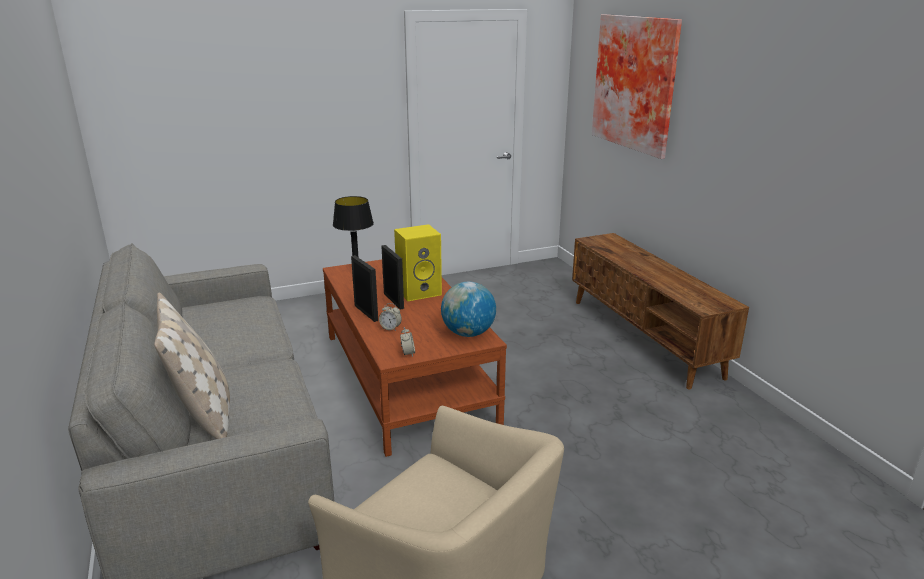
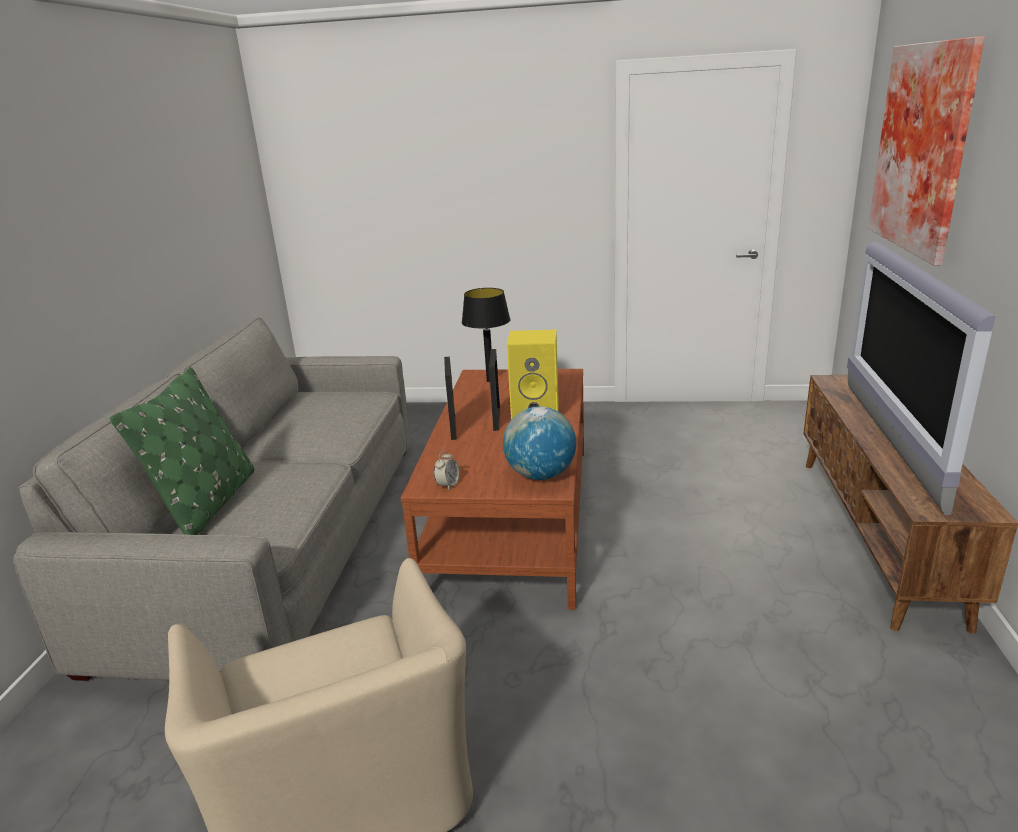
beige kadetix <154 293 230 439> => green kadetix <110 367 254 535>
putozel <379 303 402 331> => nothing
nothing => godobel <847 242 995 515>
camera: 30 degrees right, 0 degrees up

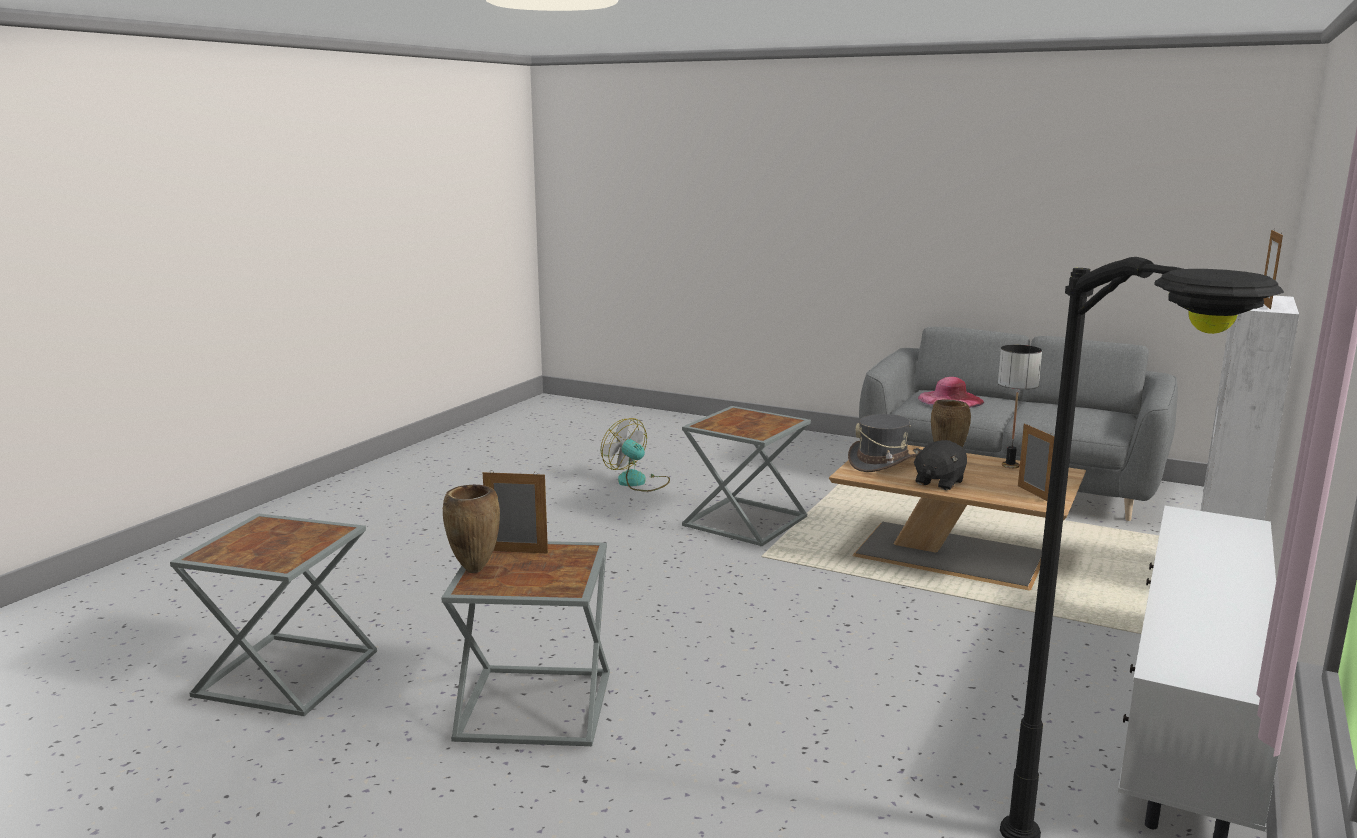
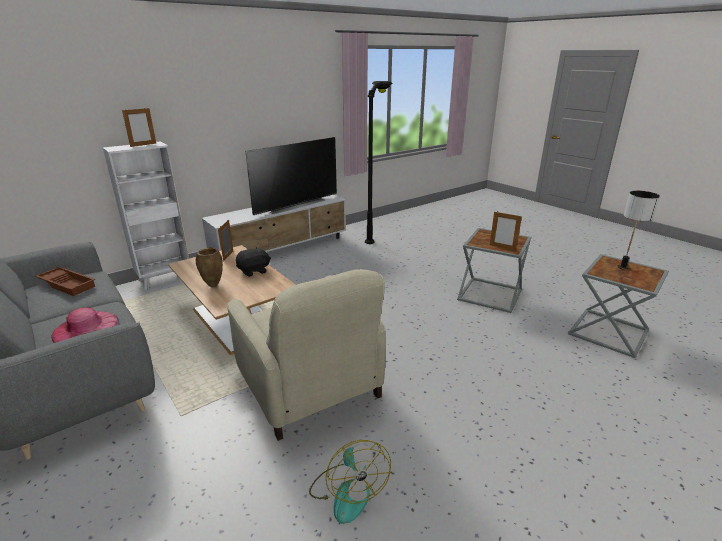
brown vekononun <443 485 500 573> => nothing
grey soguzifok <682 406 811 546> => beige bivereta <227 269 386 441>
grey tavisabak <848 414 916 472> => nothing
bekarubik <998 345 1042 468> => bekarubik <617 191 660 270>, moved
nothing => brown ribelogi <35 267 95 296>
nothing => godobel <245 137 337 215>
camera: 155 degrees left, 10 degrees up

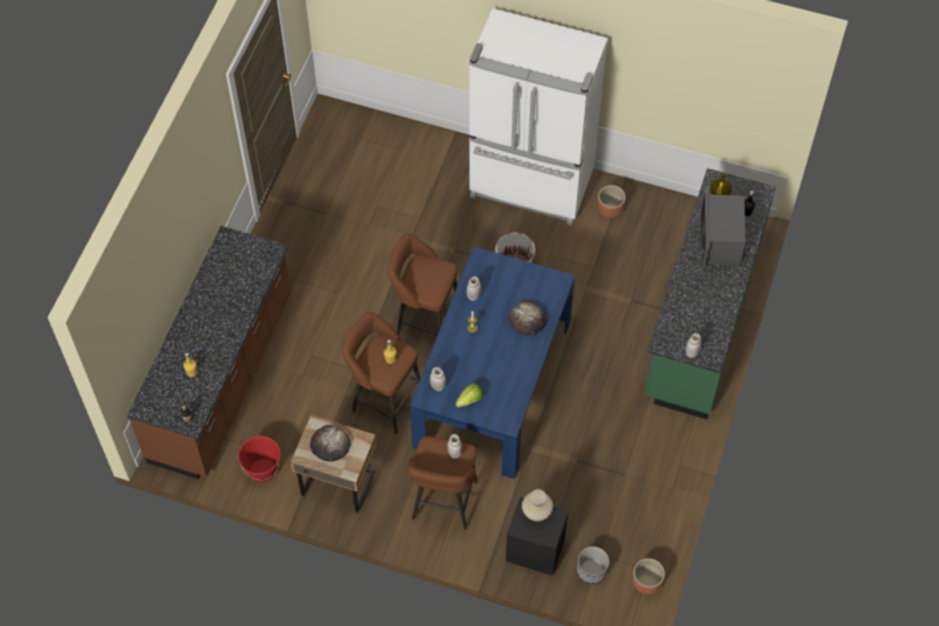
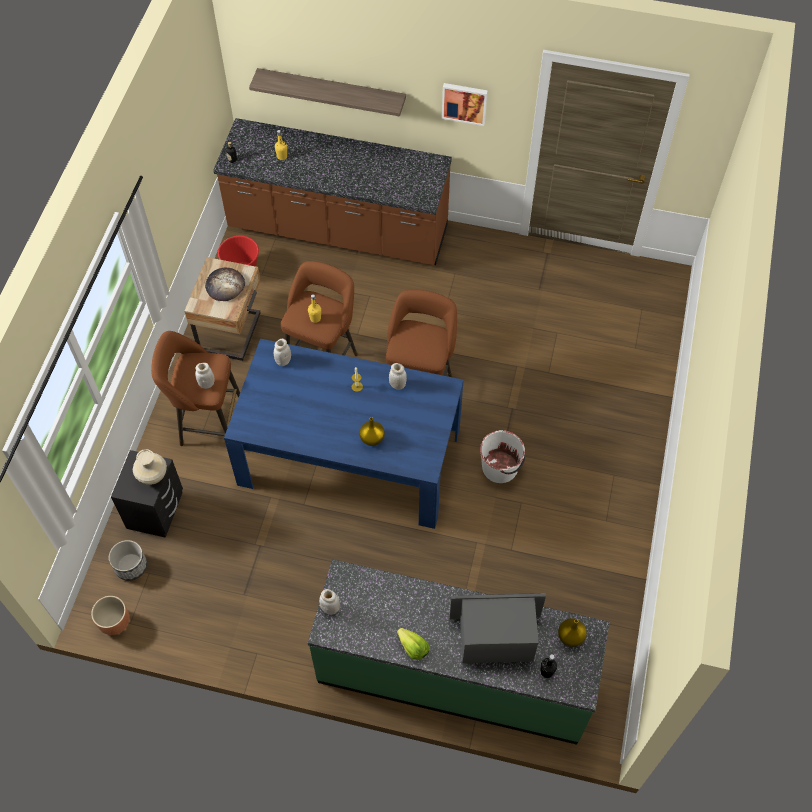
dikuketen <455 383 483 408> => dikuketen <397 628 430 660>, moved
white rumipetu <469 8 608 226> => nothing
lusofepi <509 301 548 336> => yellow vekononun <359 417 385 446>
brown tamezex <598 185 626 218> => nothing
nothing => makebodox <249 68 406 117>
nothing => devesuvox <442 83 488 126>
camera: 85 degrees right, 0 degrees up

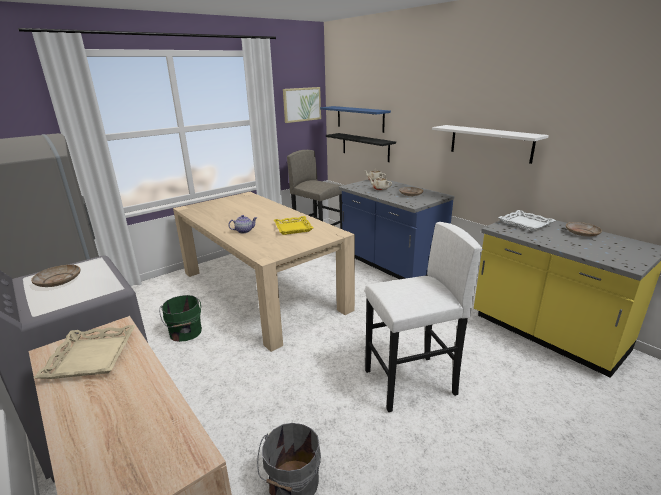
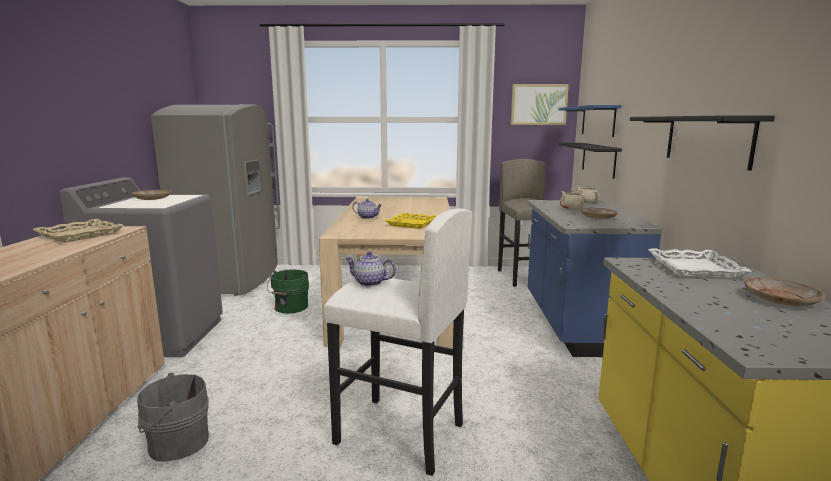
white makebodox <432 125 549 164> => black makebodox <630 116 775 171>
nothing => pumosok <345 252 396 287>
camera: 40 degrees right, 10 degrees down

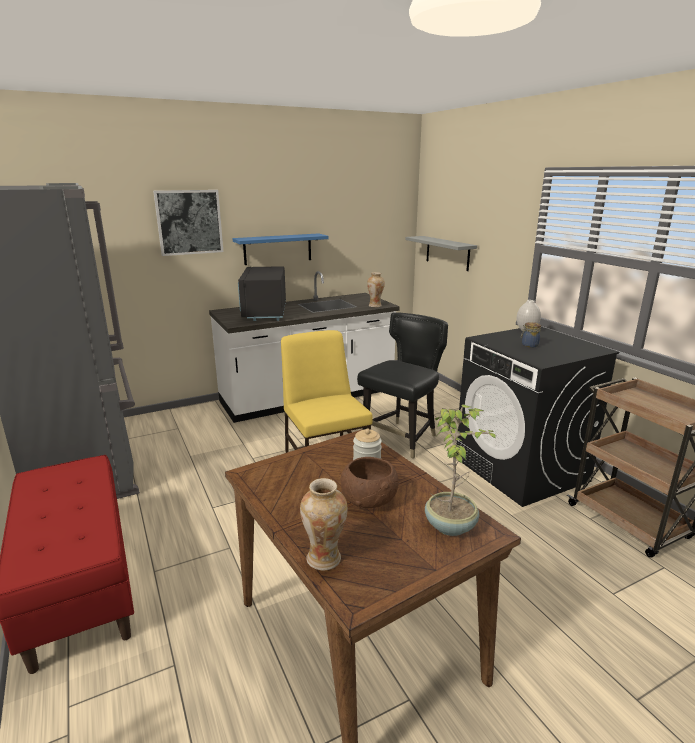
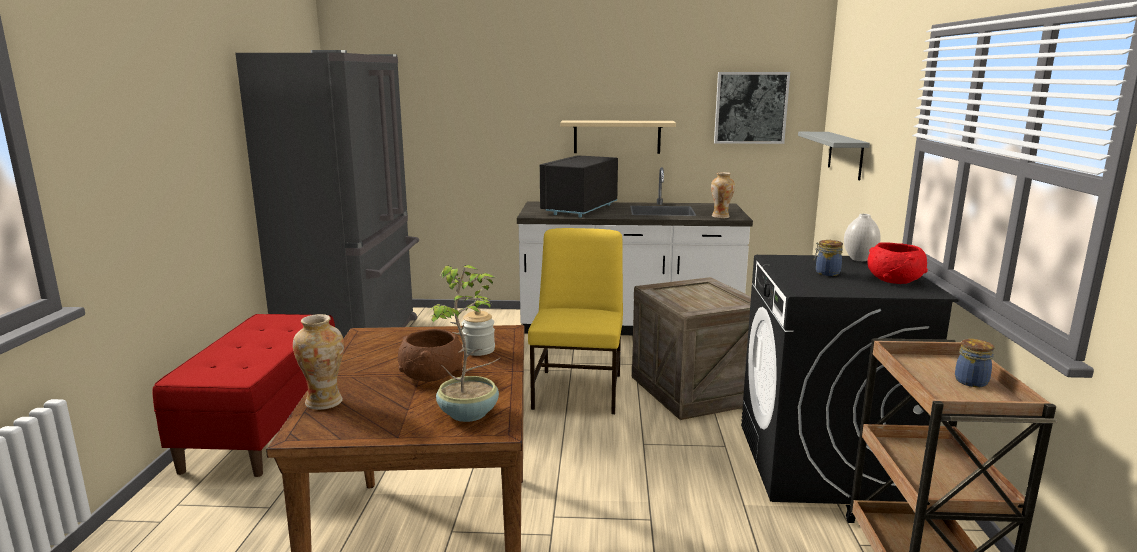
devesuvox <153 190 223 256> => devesuvox <714 72 790 144>, moved
blue makebodox <232 233 329 265> => beige makebodox <560 120 676 154>
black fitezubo <357 313 448 459> => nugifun <632 277 751 420>
nothing => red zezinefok <867 242 928 284>
nothing => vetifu <955 339 994 387>
camera: 30 degrees right, 5 degrees down

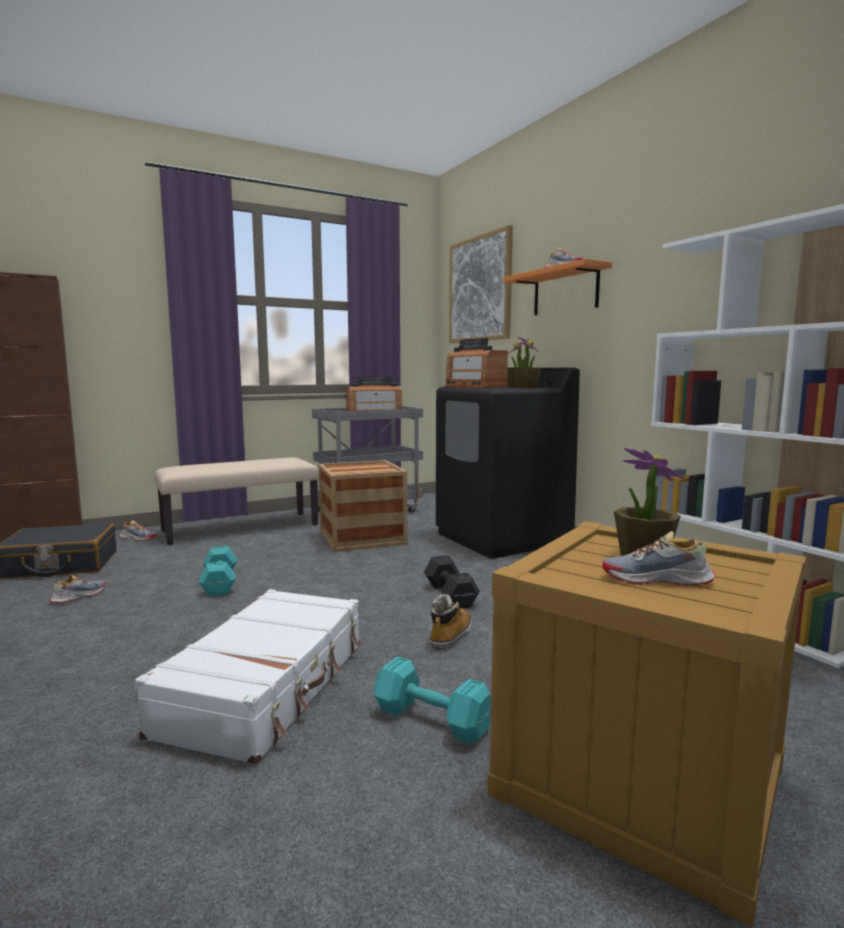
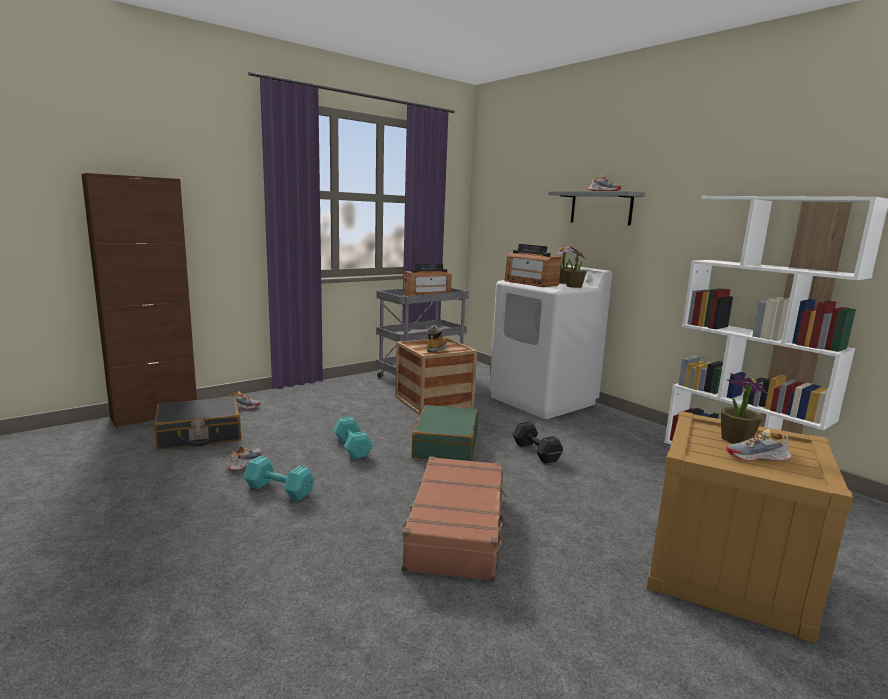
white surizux <135 589 361 765> => brown surizux <402 456 507 582>
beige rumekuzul <155 457 319 545> => nothing
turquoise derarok <373 657 491 744> => turquoise derarok <244 456 314 501>, moved
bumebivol <430 594 472 649> => bumebivol <427 325 447 352>, moved
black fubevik <436 367 580 559> => white fubevik <489 264 612 419>
devesuvox <449 225 513 343> => nothing
orange makebodox <502 259 612 315> => grey makebodox <548 191 645 226>
nothing => green surizux <412 405 478 461>
camera: 10 degrees left, 5 degrees up

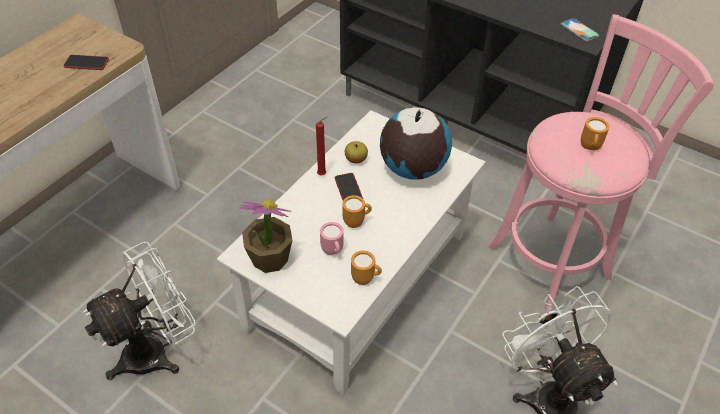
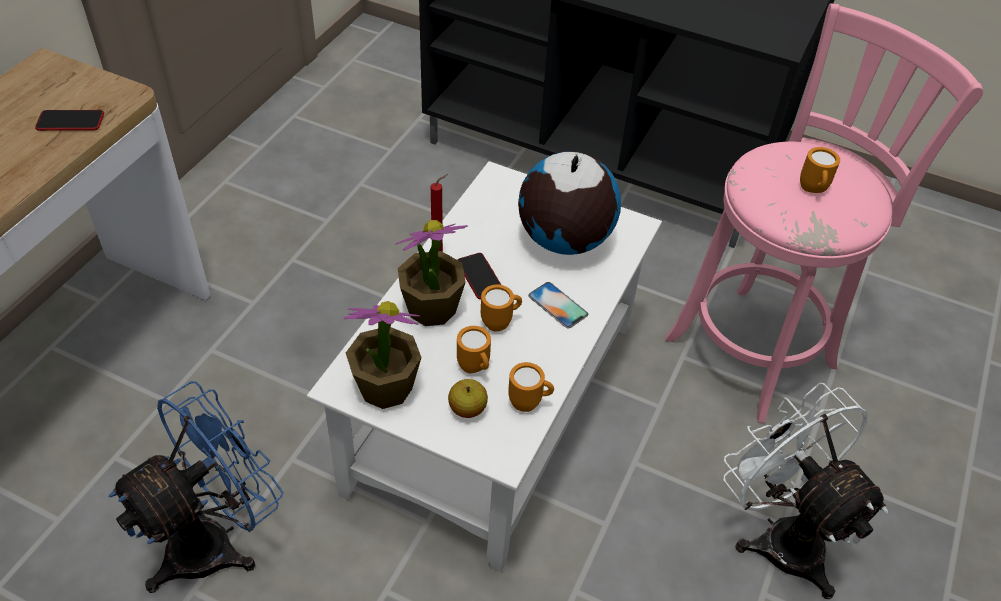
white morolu <83 242 196 380> => blue morolu <109 381 283 593>
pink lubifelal <320 222 344 255> => orange lubifelal <457 326 491 373>
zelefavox <345 141 368 164> => zelefavox <448 379 488 418>, moved
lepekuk <561 18 600 41> => lepekuk <528 282 588 328>, moved
nothing => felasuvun <395 220 468 326>
camera: 10 degrees left, 0 degrees up

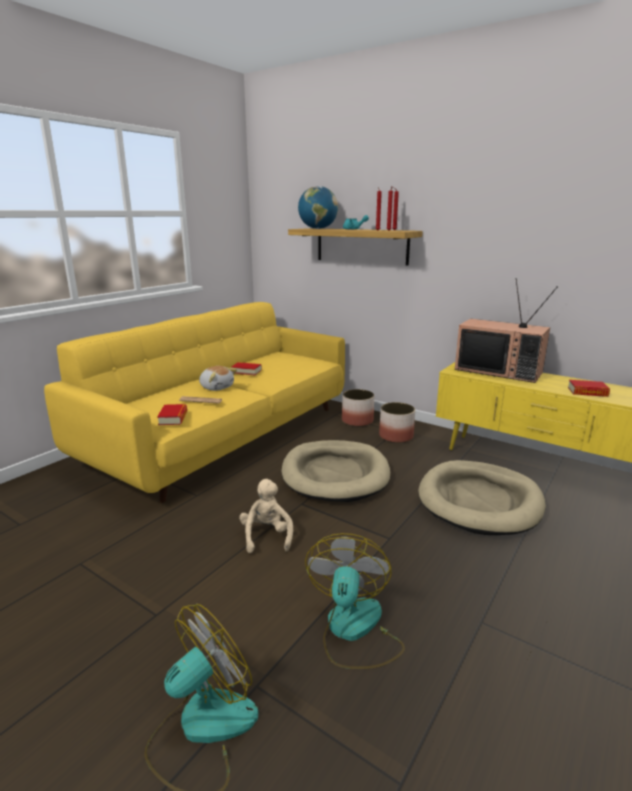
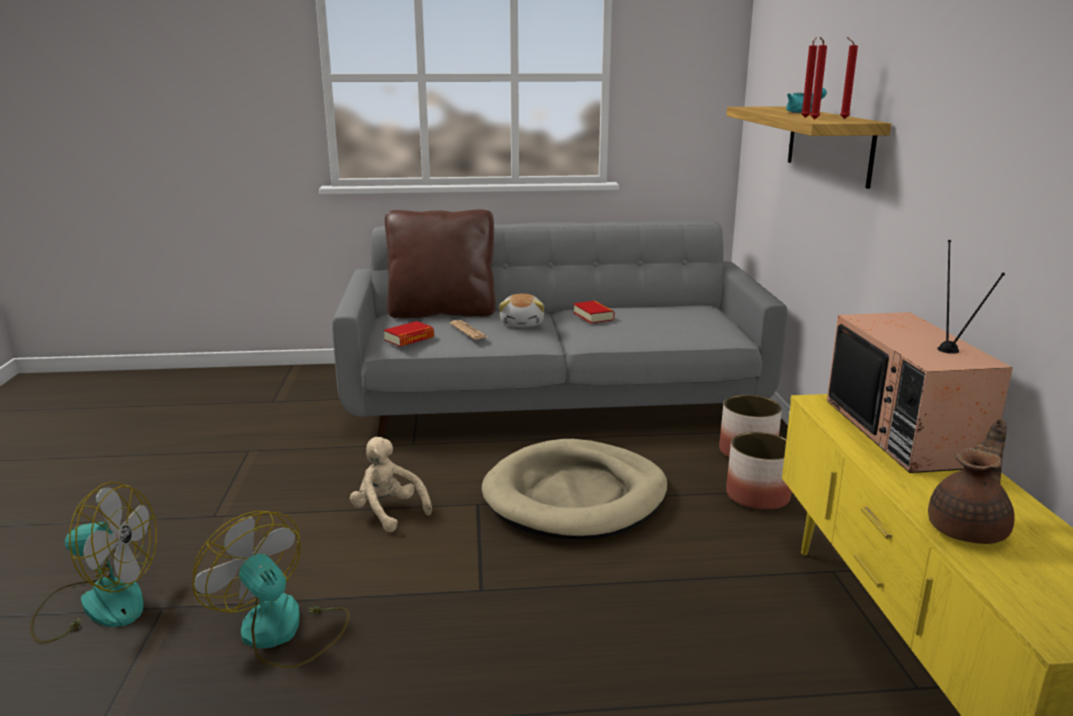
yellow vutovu <44 302 345 503> => grey vutovu <332 220 787 436>
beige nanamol <239 479 293 553> => beige nanamol <350 437 432 532>, 90 degrees counterclockwise
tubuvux <298 186 338 229> => nothing
morolu <305 533 405 669> => morolu <192 511 350 669>, 105 degrees counterclockwise
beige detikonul <418 460 546 535> => nothing
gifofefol <568 380 610 397> => brown pumosok <928 419 1015 544>
nothing => brown kadetix <385 209 496 318>
camera: 50 degrees right, 0 degrees up

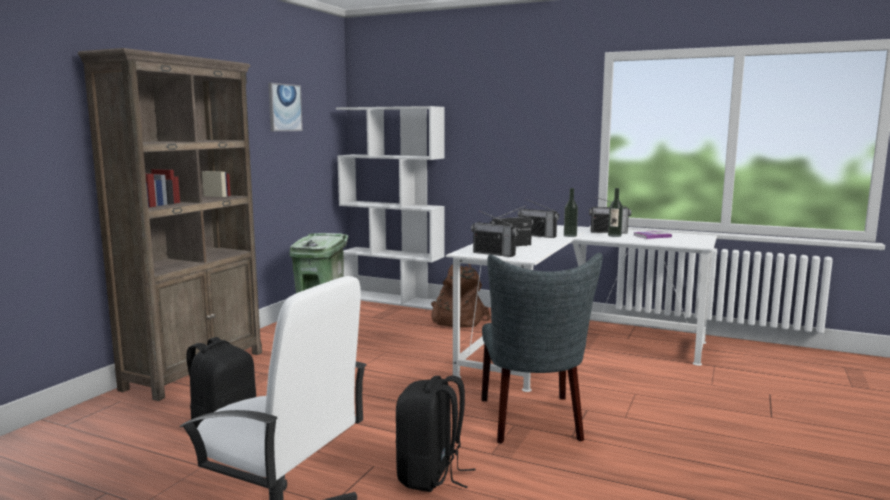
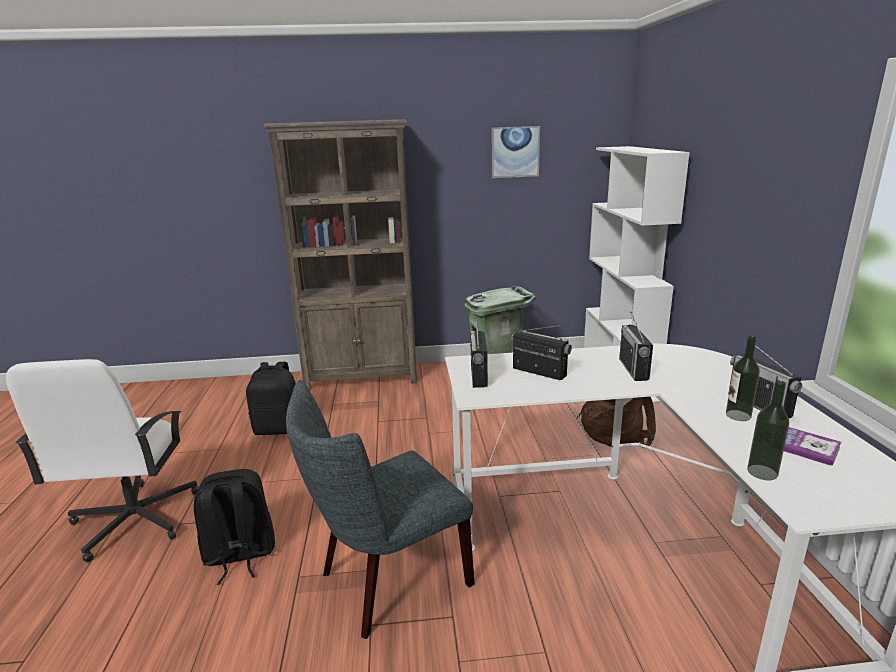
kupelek <564 188 578 237> => kupelek <747 380 789 480>, moved
camera: 60 degrees right, 10 degrees up

